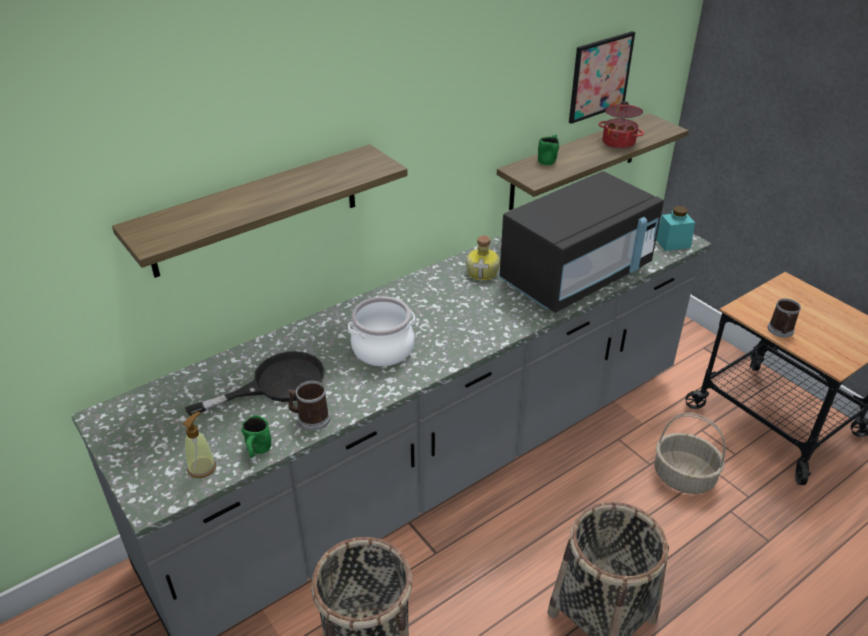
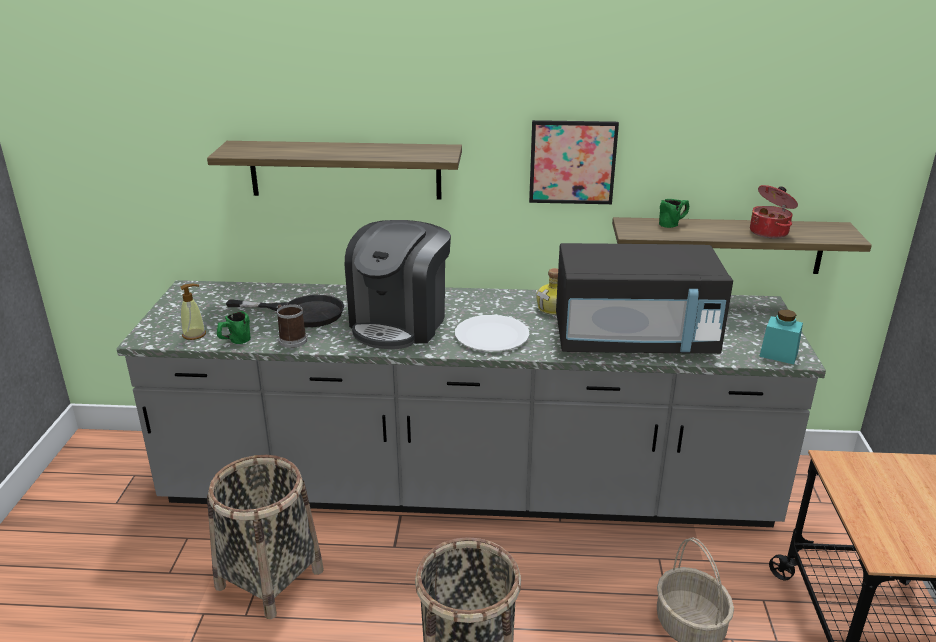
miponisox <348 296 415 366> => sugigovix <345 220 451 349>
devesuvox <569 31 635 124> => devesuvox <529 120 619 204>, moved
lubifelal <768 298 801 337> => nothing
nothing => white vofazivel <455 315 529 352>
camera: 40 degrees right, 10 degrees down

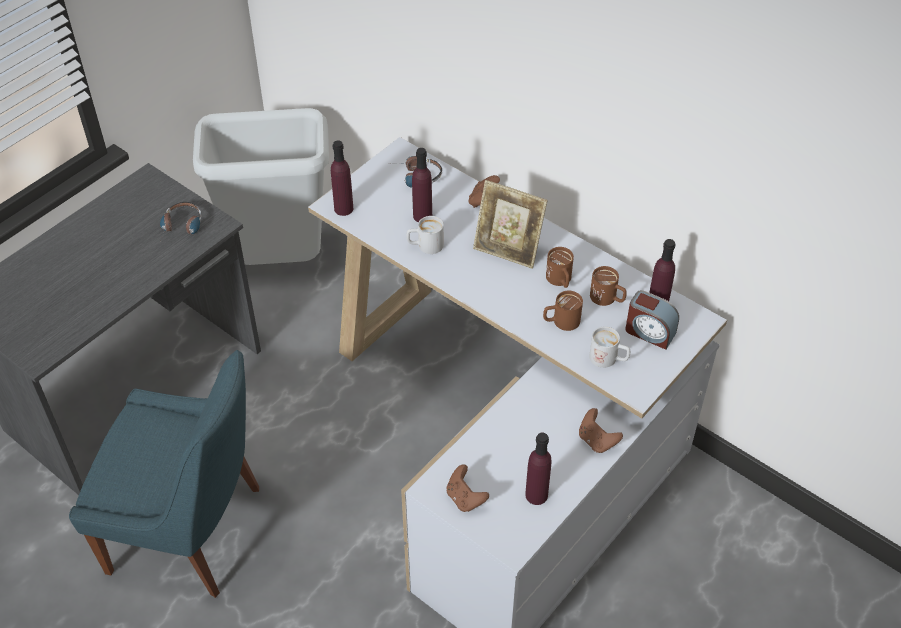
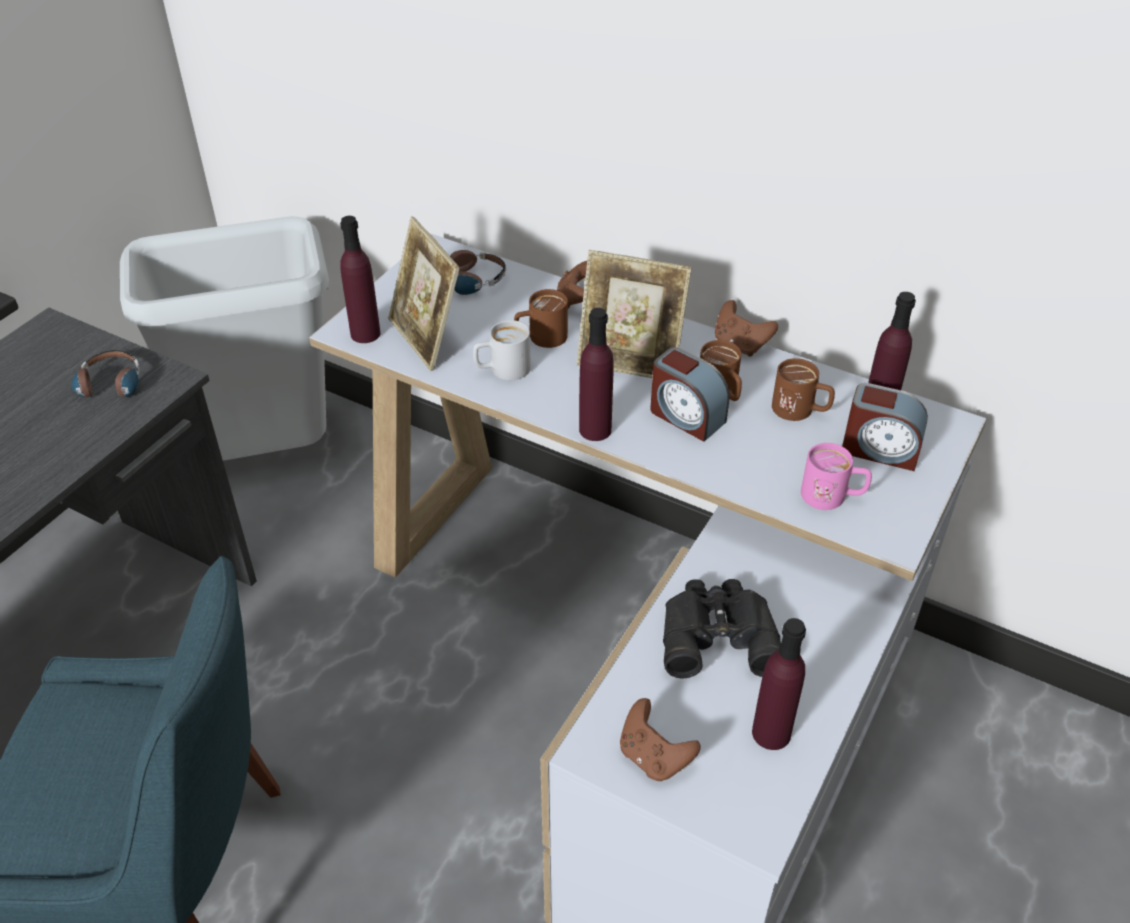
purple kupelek <412 148 432 222> => purple kupelek <579 308 614 441>, moved
brown lubifelal <543 290 583 331> => brown lubifelal <514 289 568 348>, moved
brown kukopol <579 408 623 453> => brown kukopol <715 300 778 357>, moved
white lubifelal <589 327 630 368> => pink lubifelal <801 443 872 510>
nothing => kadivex <388 217 460 371>
nothing => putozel <650 347 730 442>
nothing => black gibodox <663 579 781 678>
camera: 10 degrees left, 5 degrees down

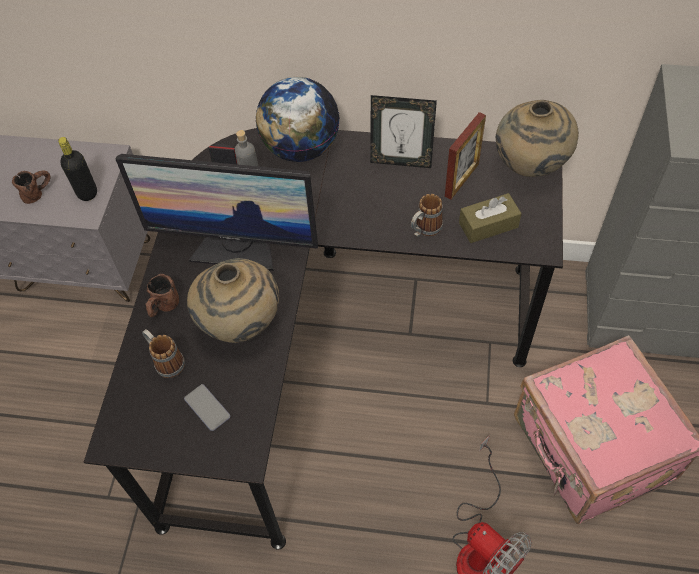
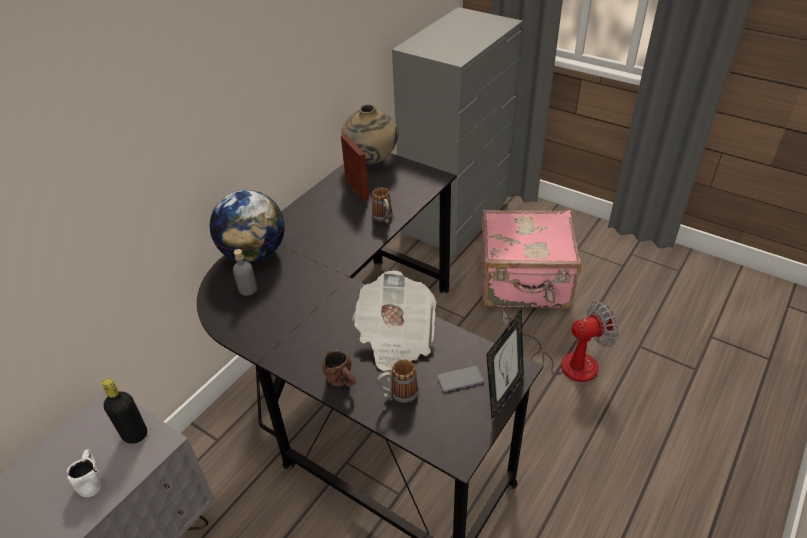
brown lubifelal <12 170 51 204> => white lubifelal <67 449 102 497>
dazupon <115 144 318 271> => nothing
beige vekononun <187 258 279 343> => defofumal <352 271 436 371>
kadivex <370 95 437 168> => kadivex <486 309 524 419>, moved
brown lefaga <459 193 522 243> => nothing
camera: 65 degrees left, 15 degrees down

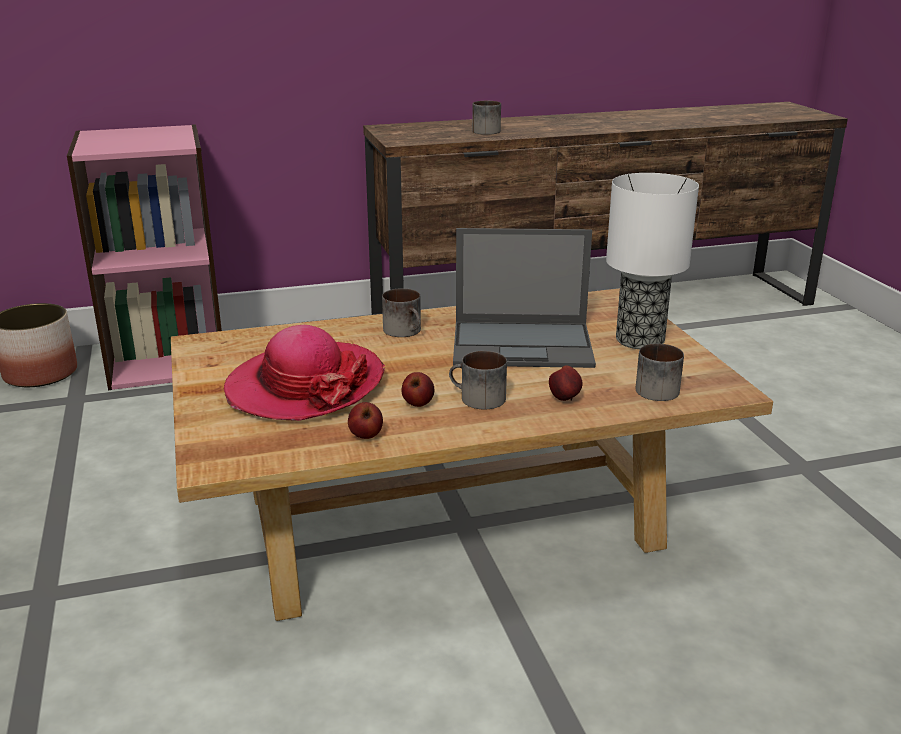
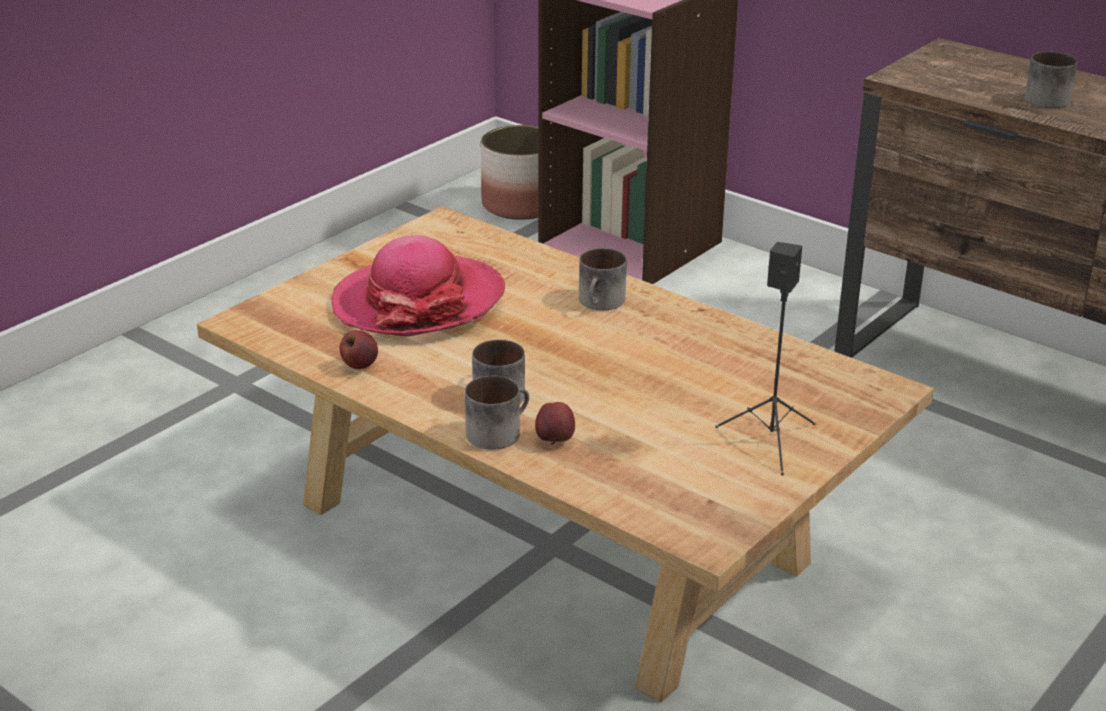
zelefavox <401 372 435 407> => nothing
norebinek <453 228 596 368> => nothing
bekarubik <606 173 699 349> => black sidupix <715 242 815 475>
lubifelal <636 344 684 401> => lubifelal <465 376 529 450>, moved
camera: 55 degrees right, 5 degrees up

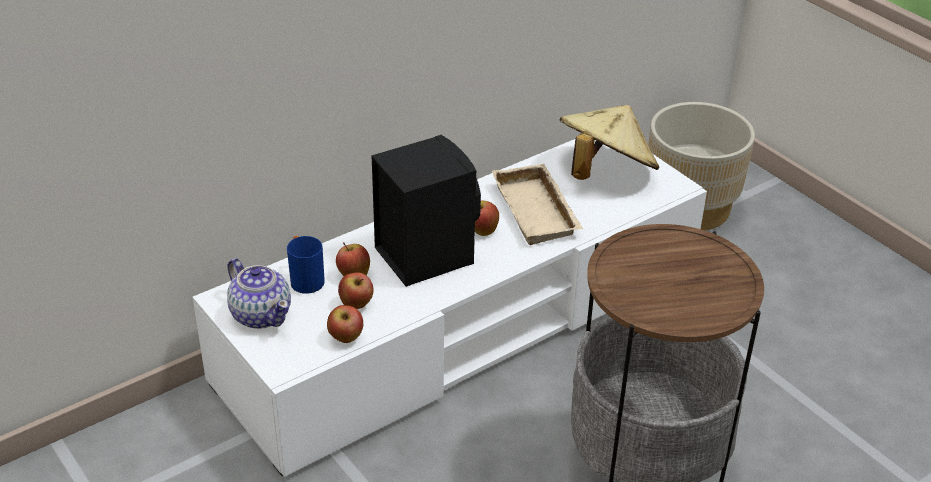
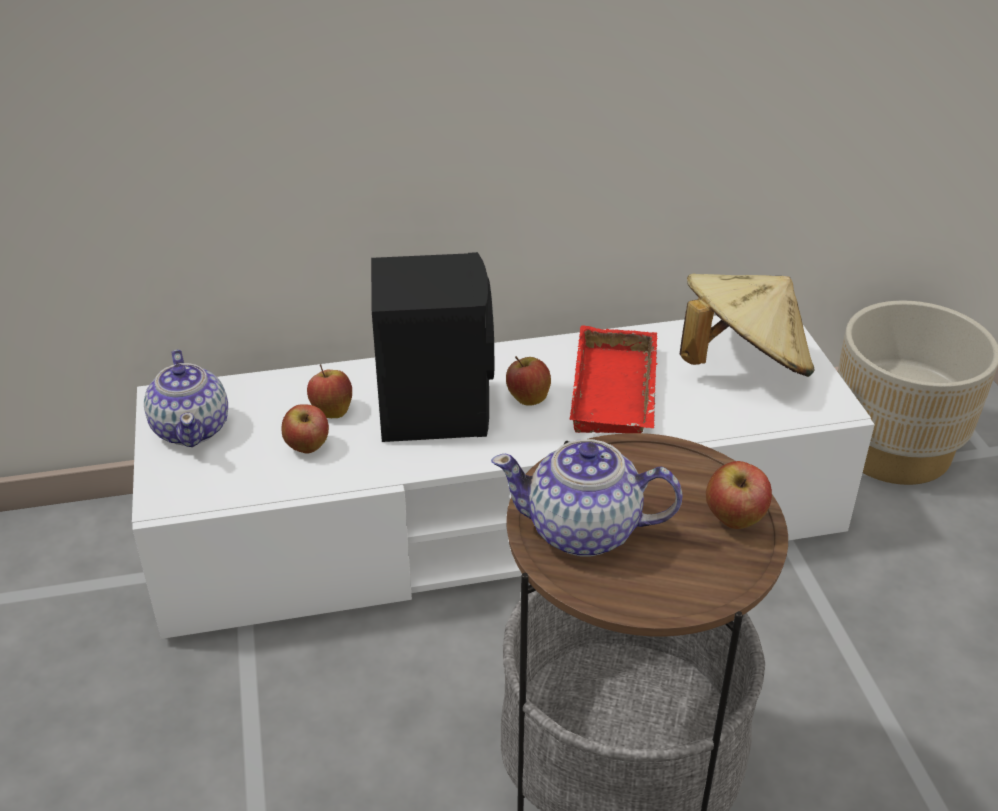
blue lubifelal <287 236 325 294> => nothing
zelefavox <327 305 363 343> => zelefavox <706 461 772 529>, moved
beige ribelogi <492 164 583 245> => red ribelogi <570 325 658 433>
nothing => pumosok <491 439 683 556>
camera: 25 degrees right, 0 degrees up

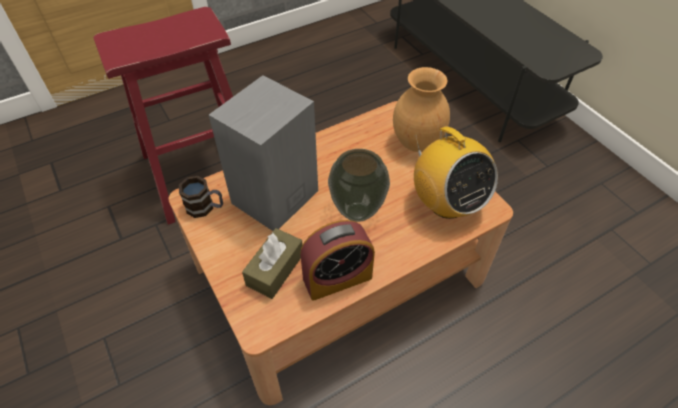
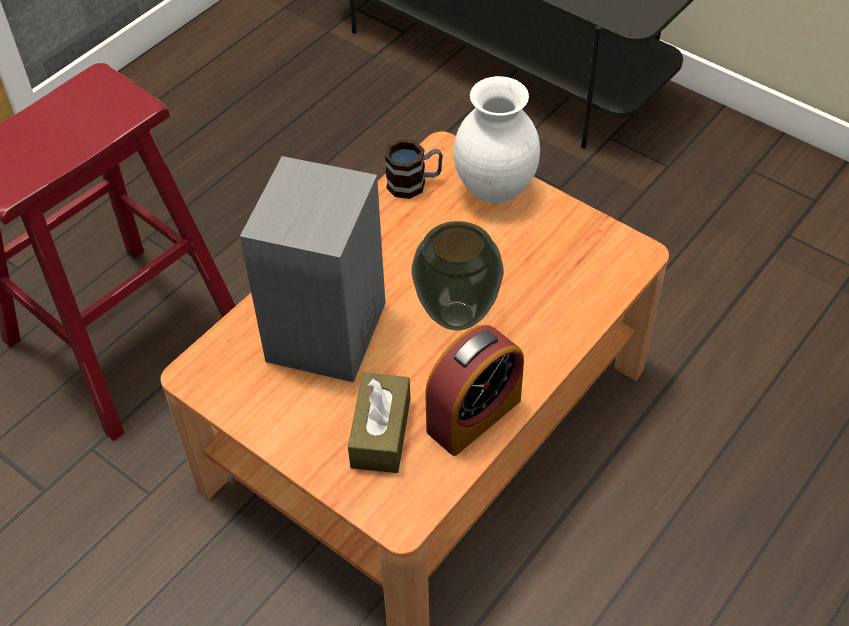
lubifelal <179 176 223 218> => lubifelal <385 139 443 199>, moved
brown vekononun <393 67 450 152> => white vekononun <454 76 540 203>
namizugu <414 127 498 219> => nothing
camera: 20 degrees left, 0 degrees up

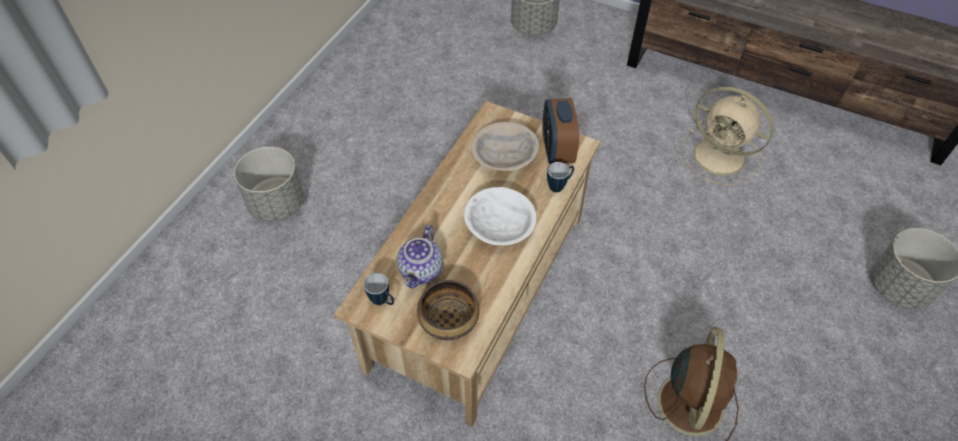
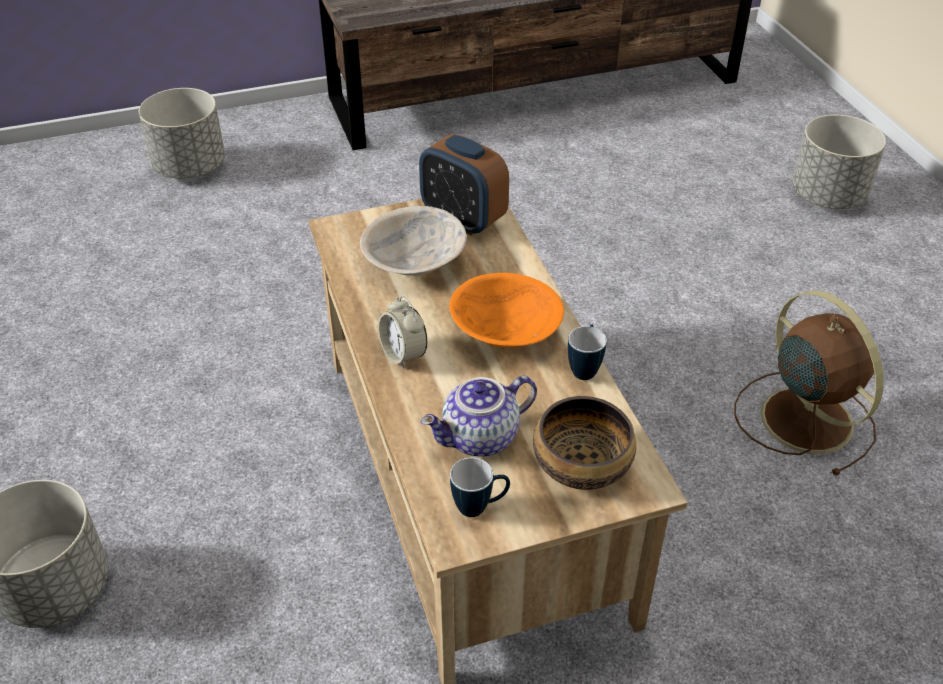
pumosok <397 225 443 288> => pumosok <421 376 537 457>, 90 degrees clockwise
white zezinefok <464 187 536 245> => orange zezinefok <449 273 564 347>
lubifelal <547 162 574 192> => lubifelal <568 325 607 380>, moved
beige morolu <681 87 773 186> => nothing
nothing => putozel <378 296 427 369>
camera: 45 degrees left, 10 degrees down

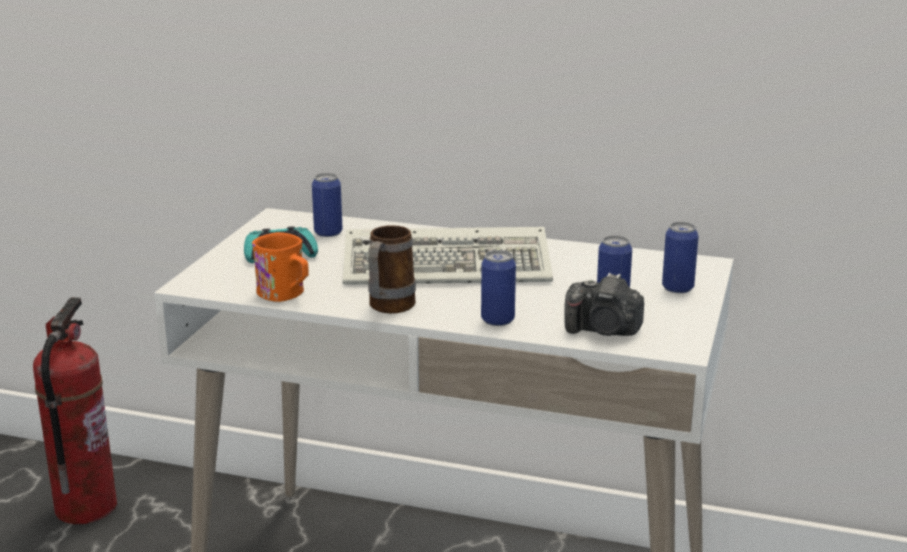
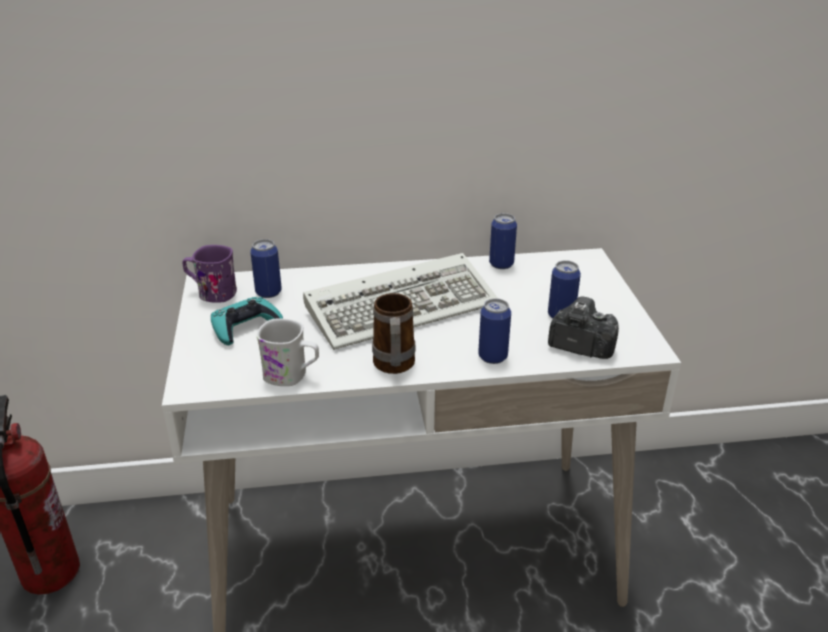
orange lubifelal <252 232 309 302> => white lubifelal <257 319 319 386>
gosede <564 273 644 336> => gosede <548 296 619 359>, 150 degrees counterclockwise
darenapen <662 222 699 293> => darenapen <489 213 517 269>, moved
nothing => purple lubifelal <182 245 237 303>
camera: 25 degrees left, 10 degrees up

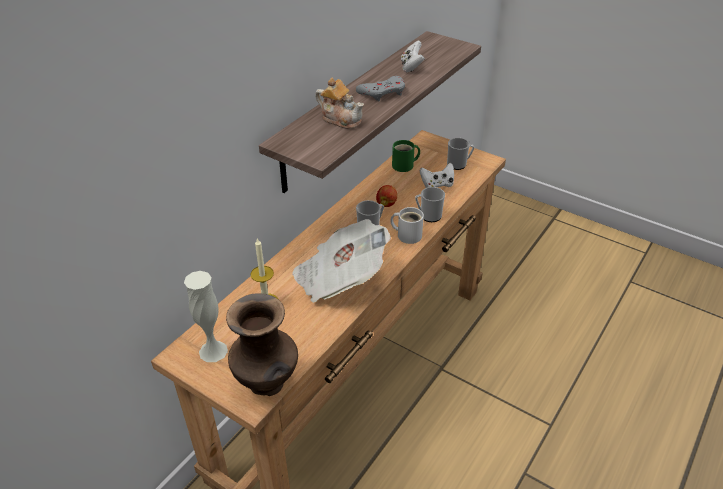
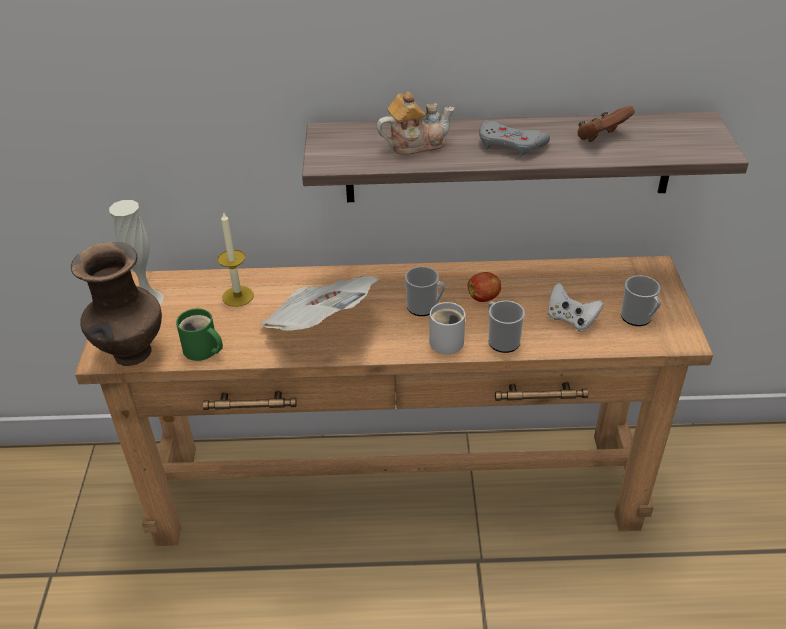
pumosok <315 78 364 129> => pumosok <377 92 455 155>, 105 degrees counterclockwise
green lubifelal <392 140 420 172> => green lubifelal <176 308 223 361>, moved
white kukopol <401 41 425 72> => brown kukopol <577 106 635 142>
camera: 55 degrees right, 0 degrees up

